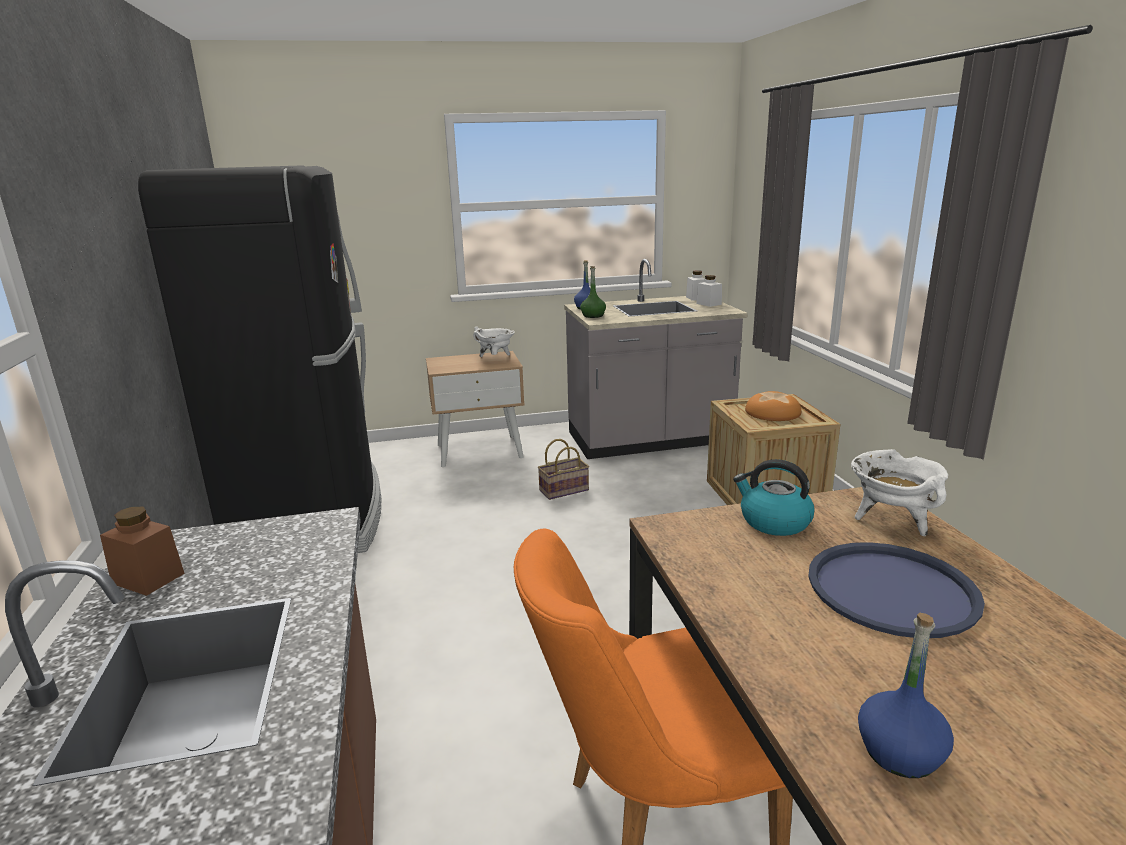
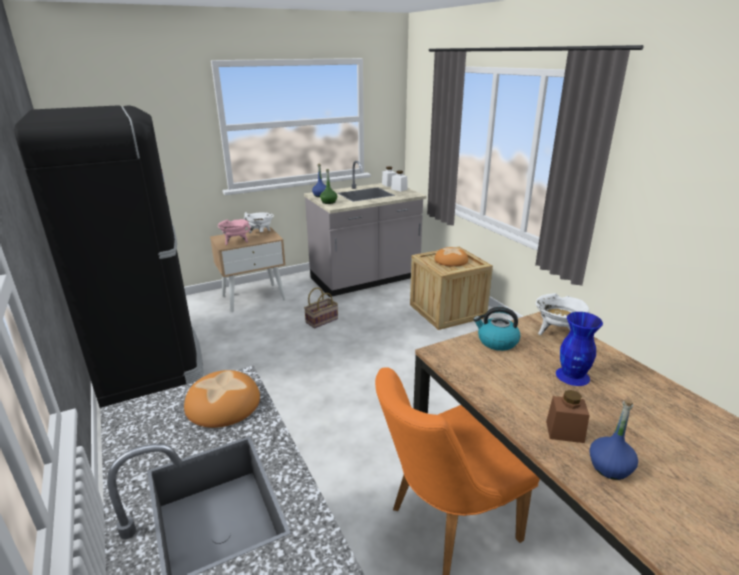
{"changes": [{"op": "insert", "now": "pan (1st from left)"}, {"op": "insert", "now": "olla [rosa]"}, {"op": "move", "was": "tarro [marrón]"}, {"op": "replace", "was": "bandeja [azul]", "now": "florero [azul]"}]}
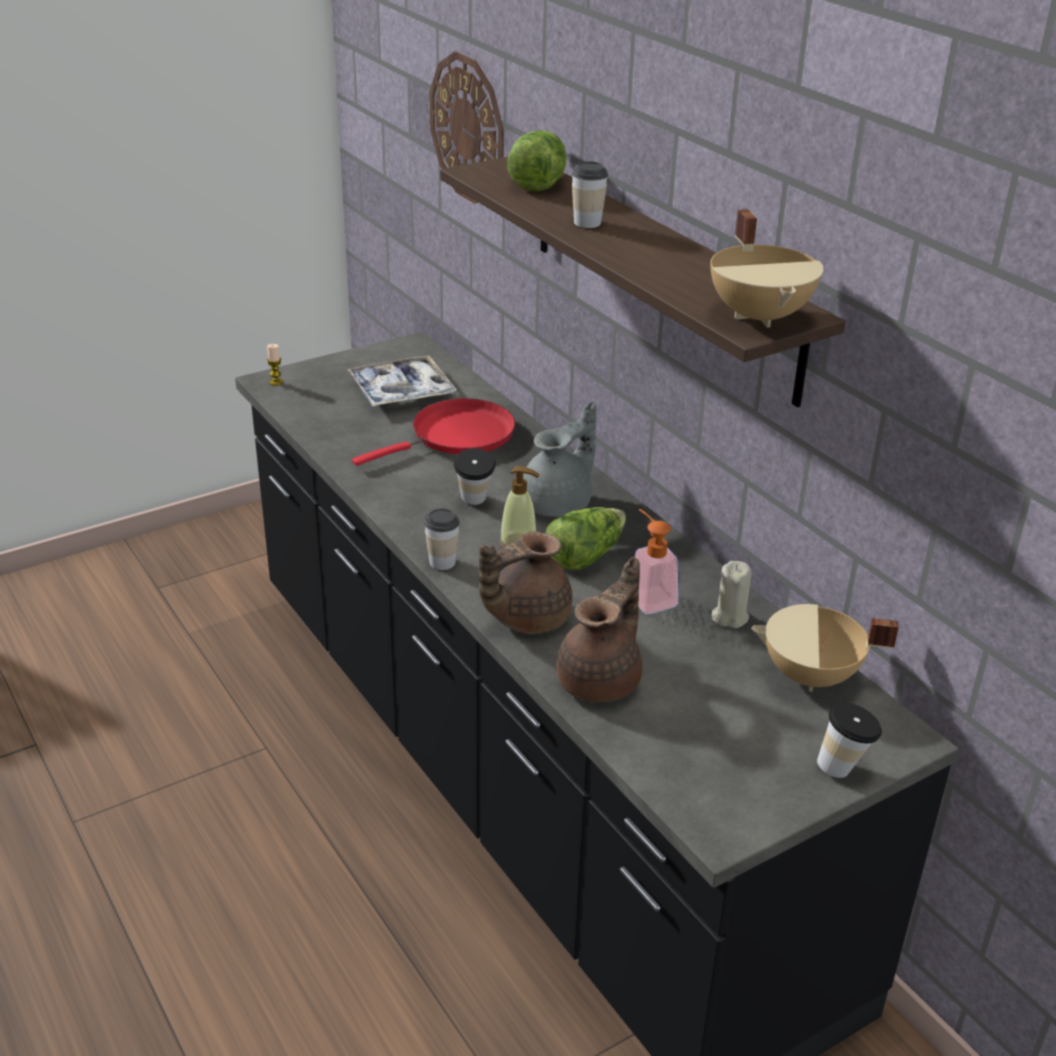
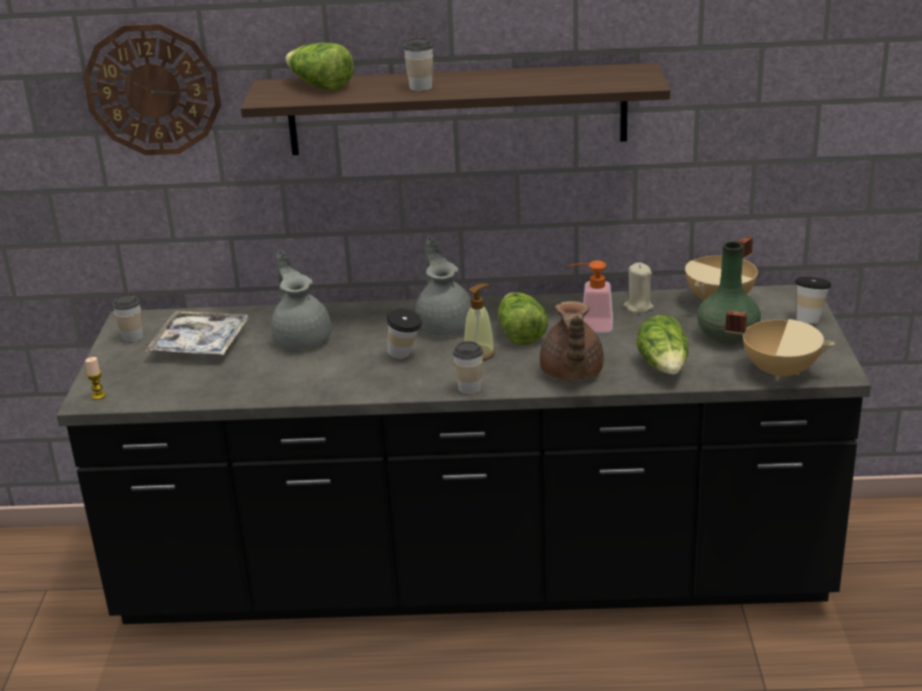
{"changes": [{"op": "insert", "now": "taza (1st from left)"}, {"op": "insert", "now": "florero [verde]"}, {"op": "move", "was": "olla [beis] (1st from left in the first image)", "now": "olla [beis] (2nd from left)"}, {"op": "replace", "was": "sartén [rojo]", "now": "tetera [gris] (1st from left)"}, {"op": "replace", "was": "tetera [marrón] (2nd from left)", "now": "lechuga (3rd from left)"}]}
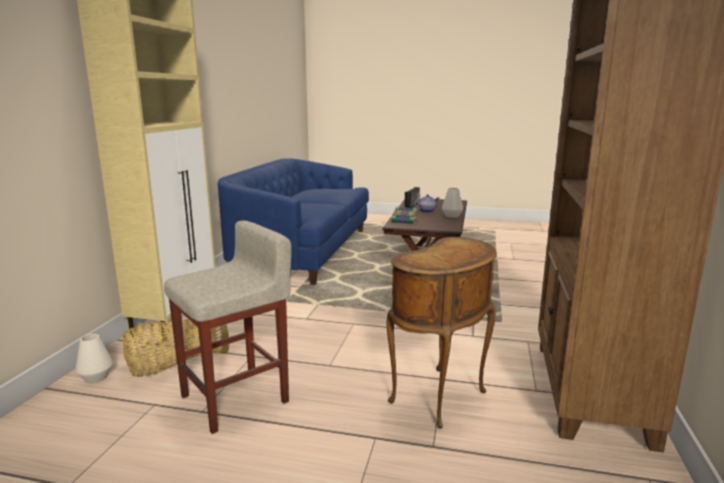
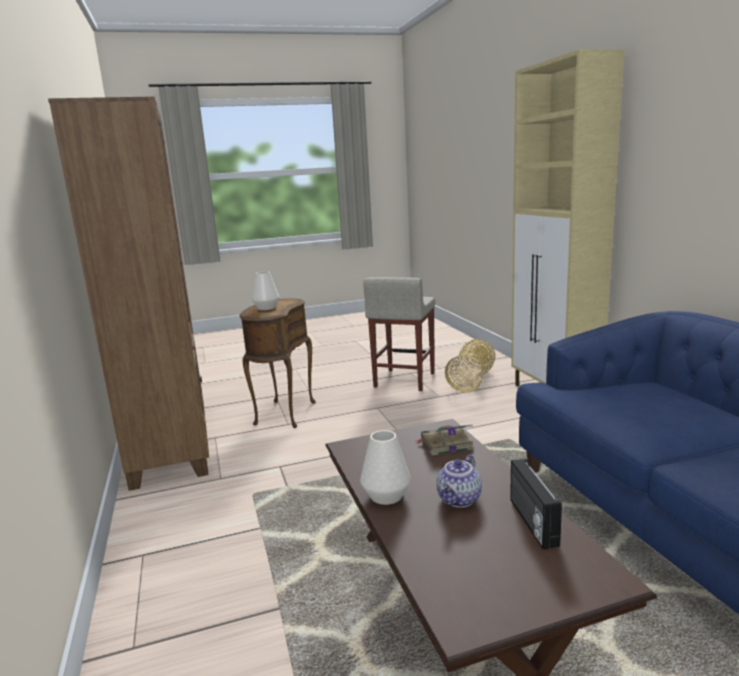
{"changes": [{"op": "move", "was": "florero [blanco] (1st from left)"}]}
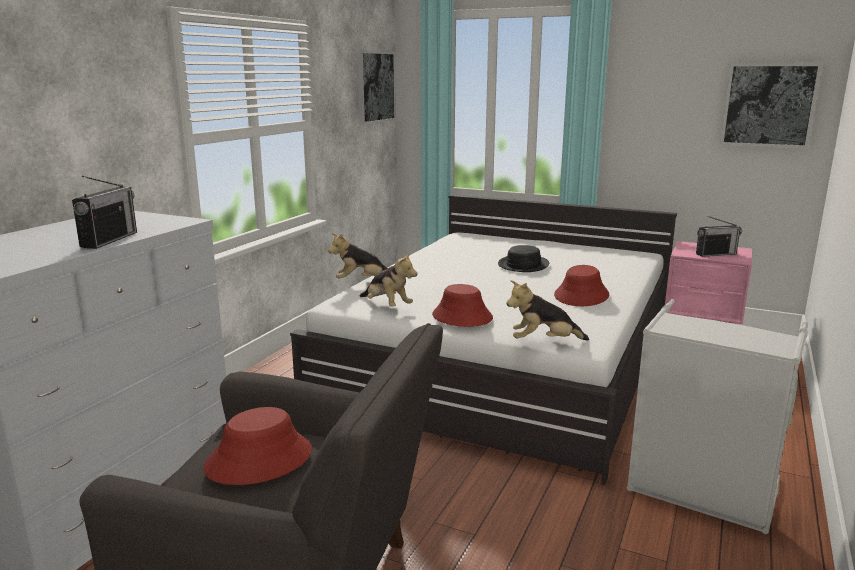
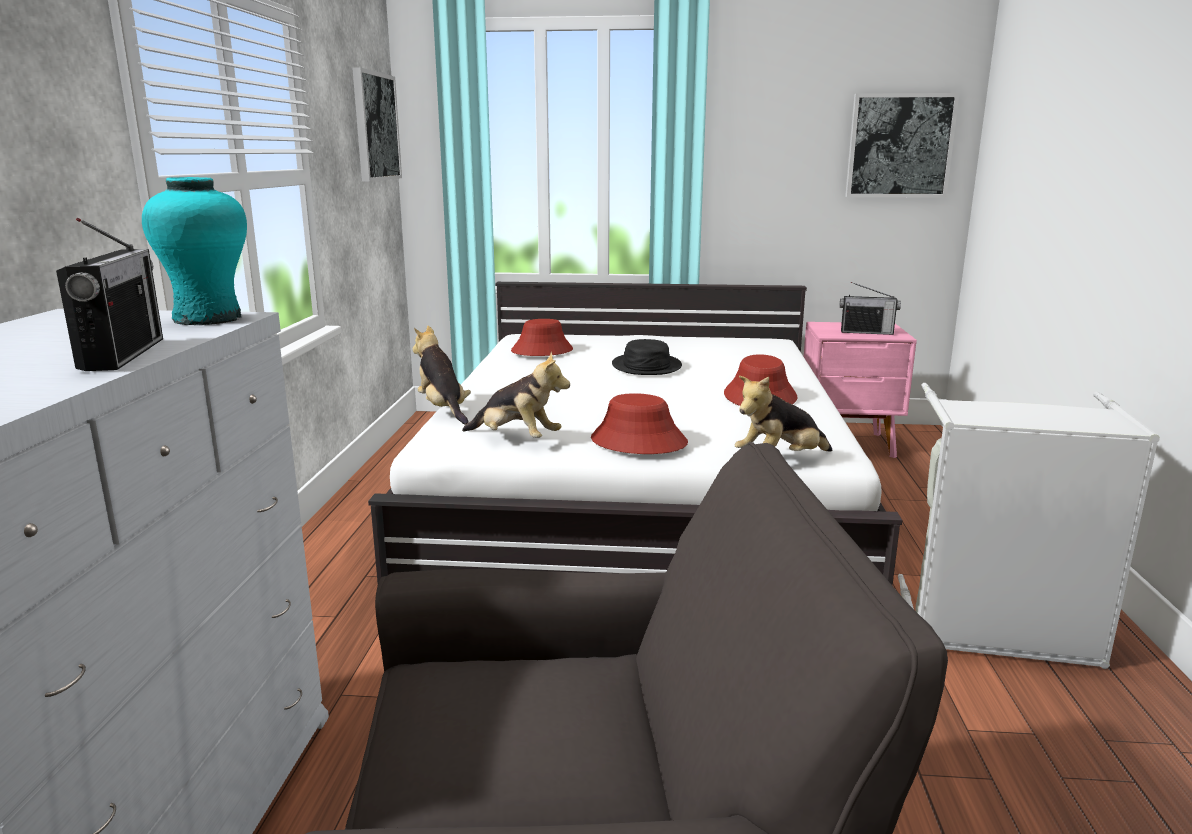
{"changes": [{"op": "insert", "now": "florero [turquesa]"}, {"op": "move", "was": "sombrero [rojo] (1st from left)"}, {"op": "rotate", "was": "peluche (1st from left)", "clockwise": 90}, {"op": "rotate", "was": "radio (2nd from left)", "clockwise": 45}]}
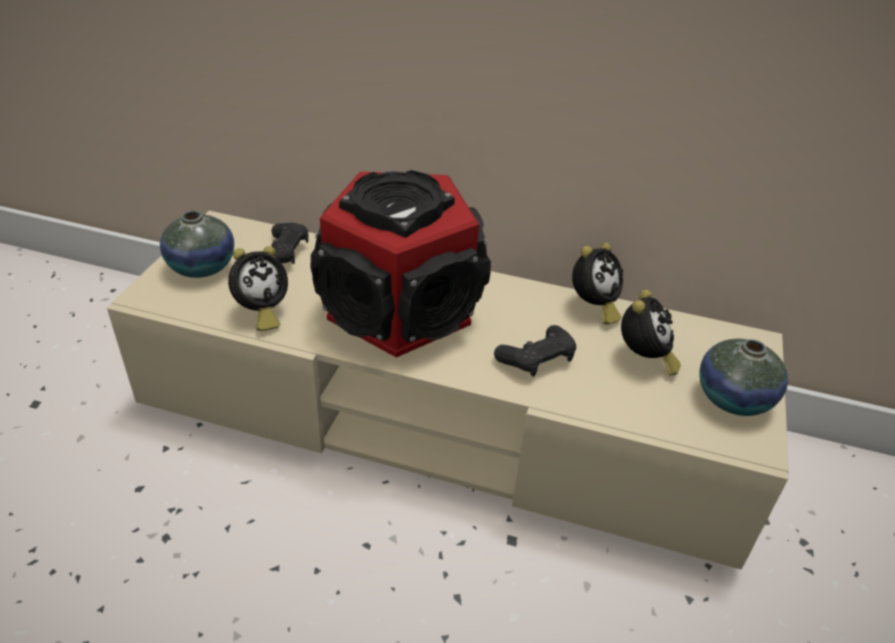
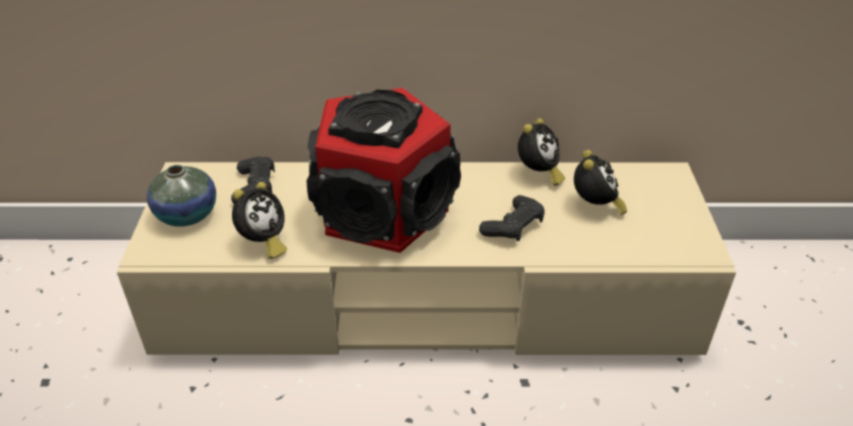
{"changes": [{"op": "delete", "was": "florero (2nd from left)"}]}
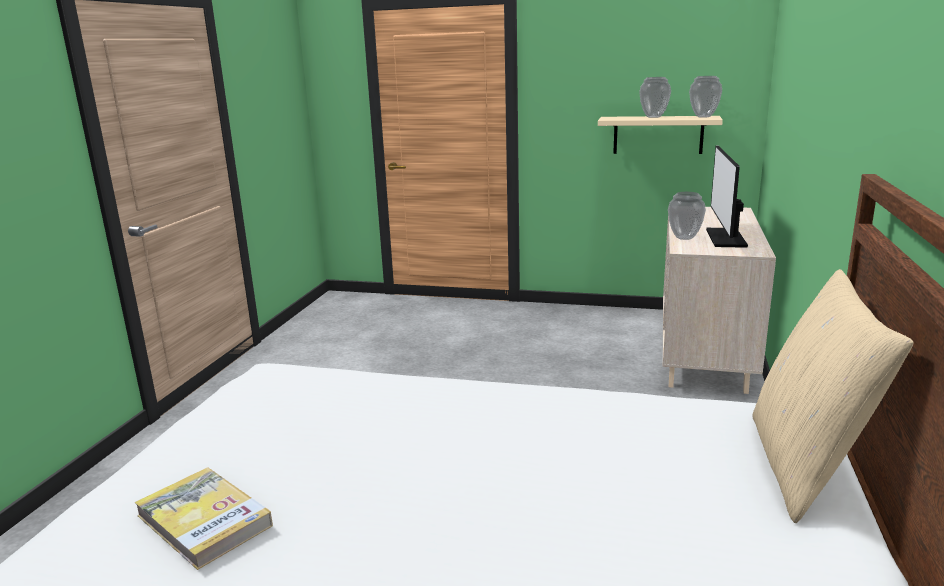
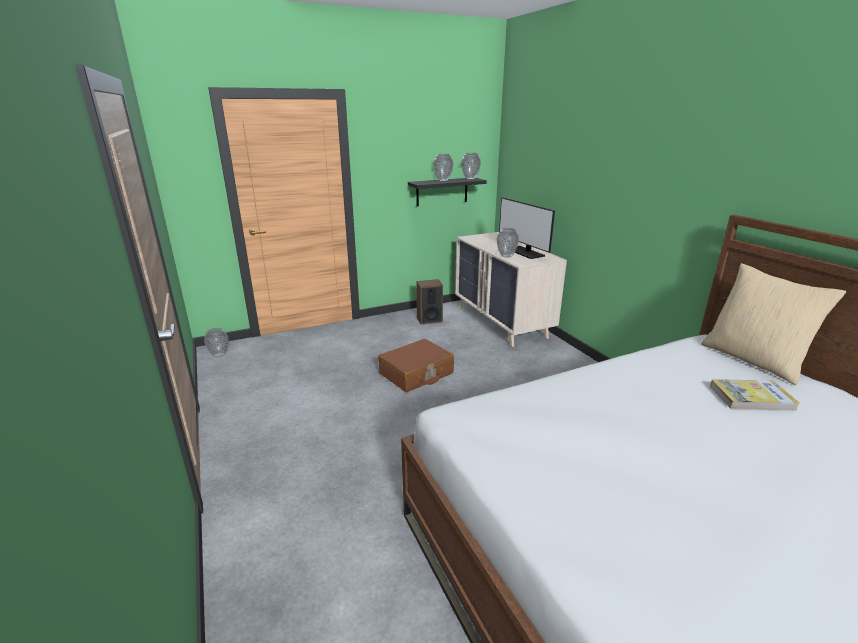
{"changes": [{"op": "insert", "now": "florero (1st from left)"}, {"op": "insert", "now": "maleta [marrón]"}, {"op": "insert", "now": "altavoz"}, {"op": "move", "was": "libro"}, {"op": "recolor", "was": "estante [beis]", "now": "estante [negro]"}]}
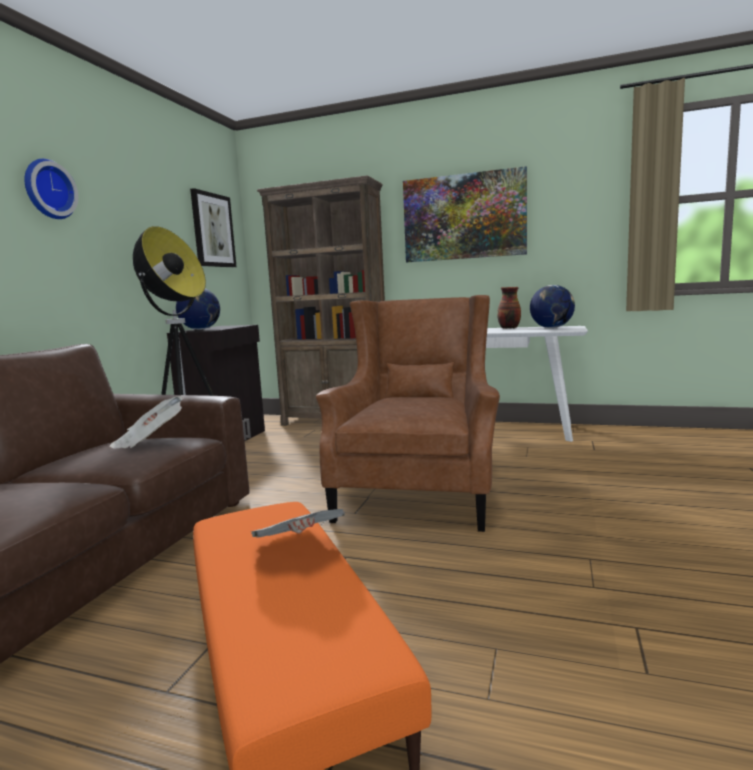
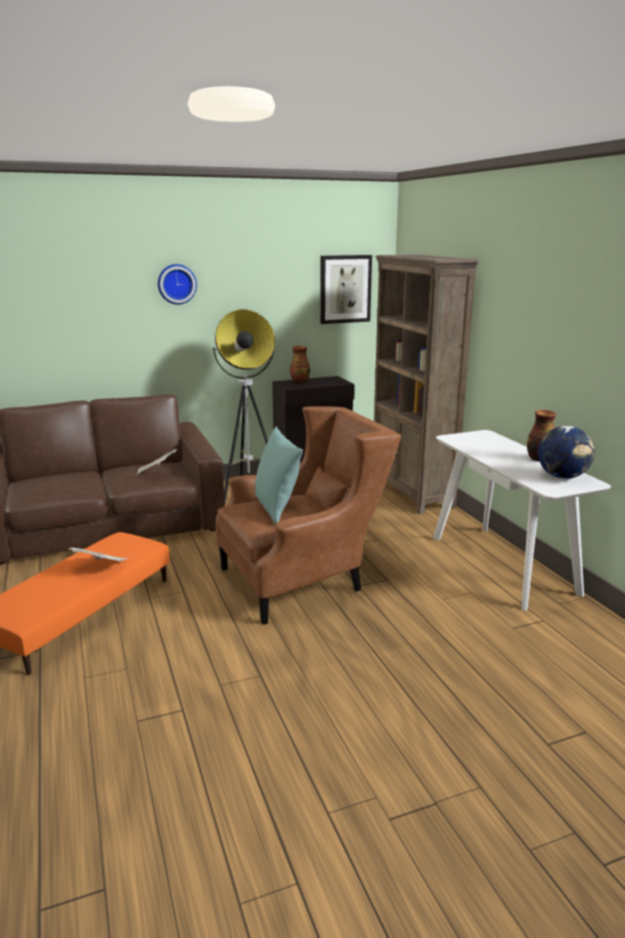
{"changes": [{"op": "delete", "was": "cuadro (2nd from left)"}, {"op": "insert", "now": "cojín [turquesa]"}, {"op": "replace", "was": "globo terráqueo (1st from left)", "now": "florero (1st from left)"}]}
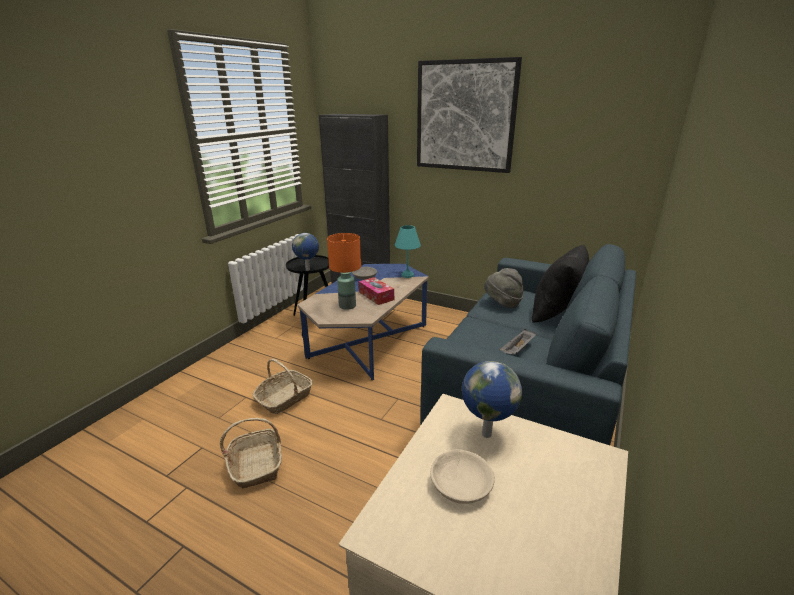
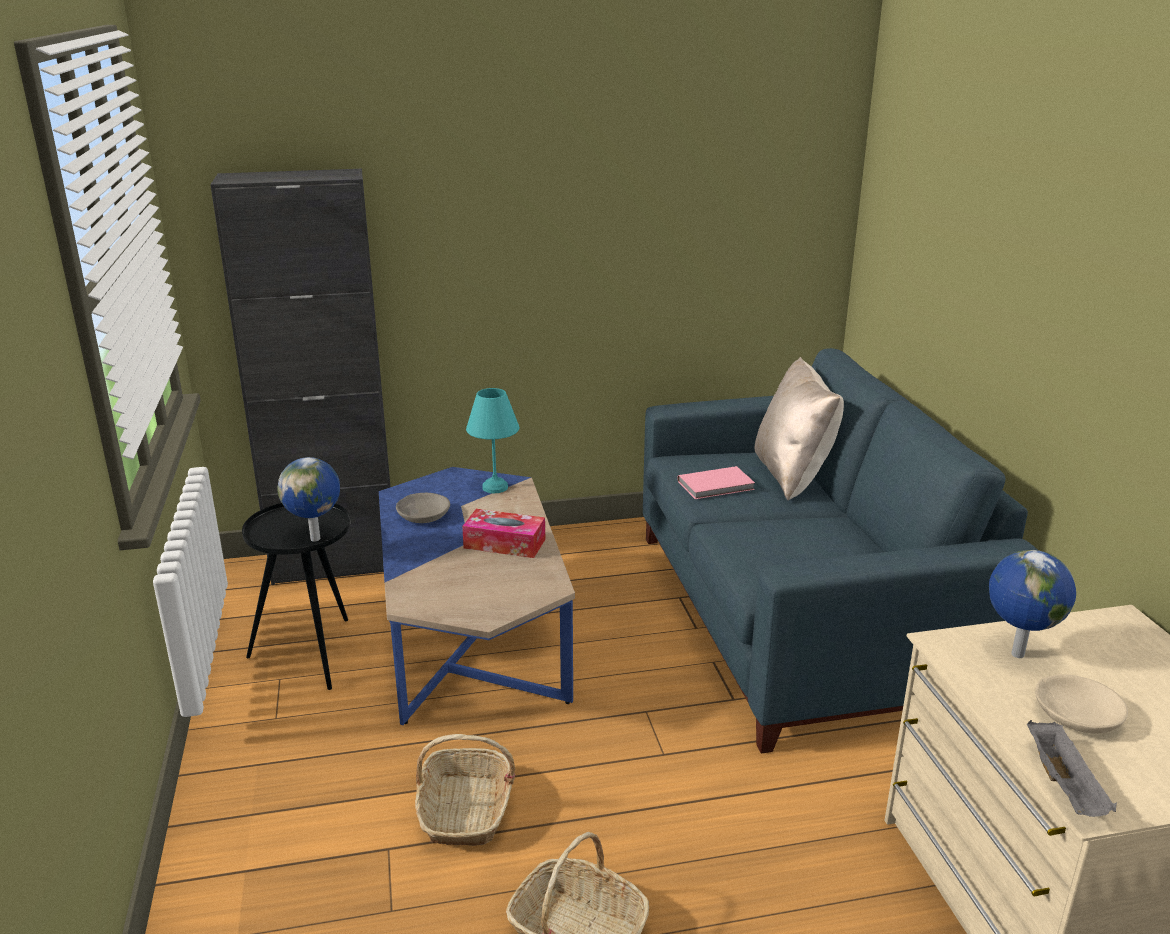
{"changes": [{"op": "delete", "was": "lámpara de mesa [naranja]"}, {"op": "delete", "was": "cuadro"}, {"op": "move", "was": "bandeja [gris]"}, {"op": "replace", "was": "sombrero [gris]", "now": "libro [rosa]"}, {"op": "recolor", "was": "cojín [negro]", "now": "cojín [beis]"}]}
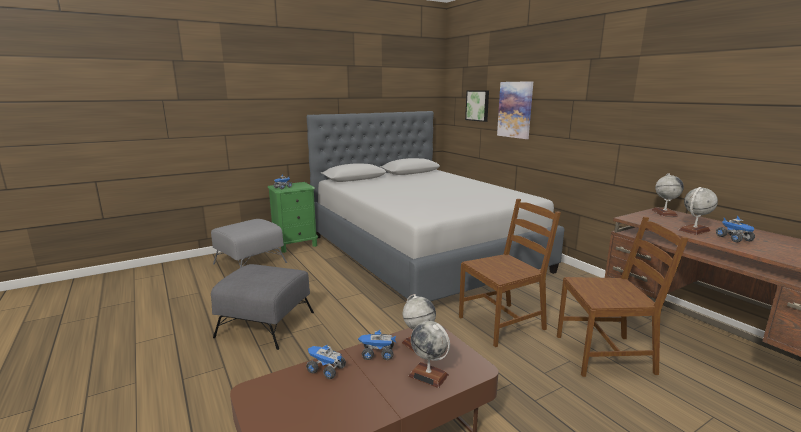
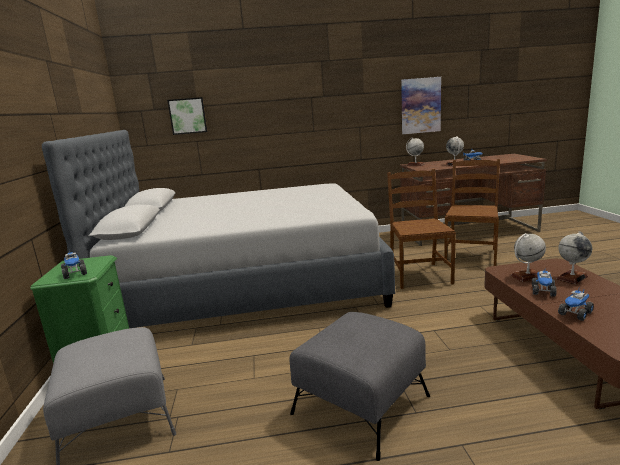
{"changes": [{"op": "move", "was": "cuadro (2nd from left)"}]}
